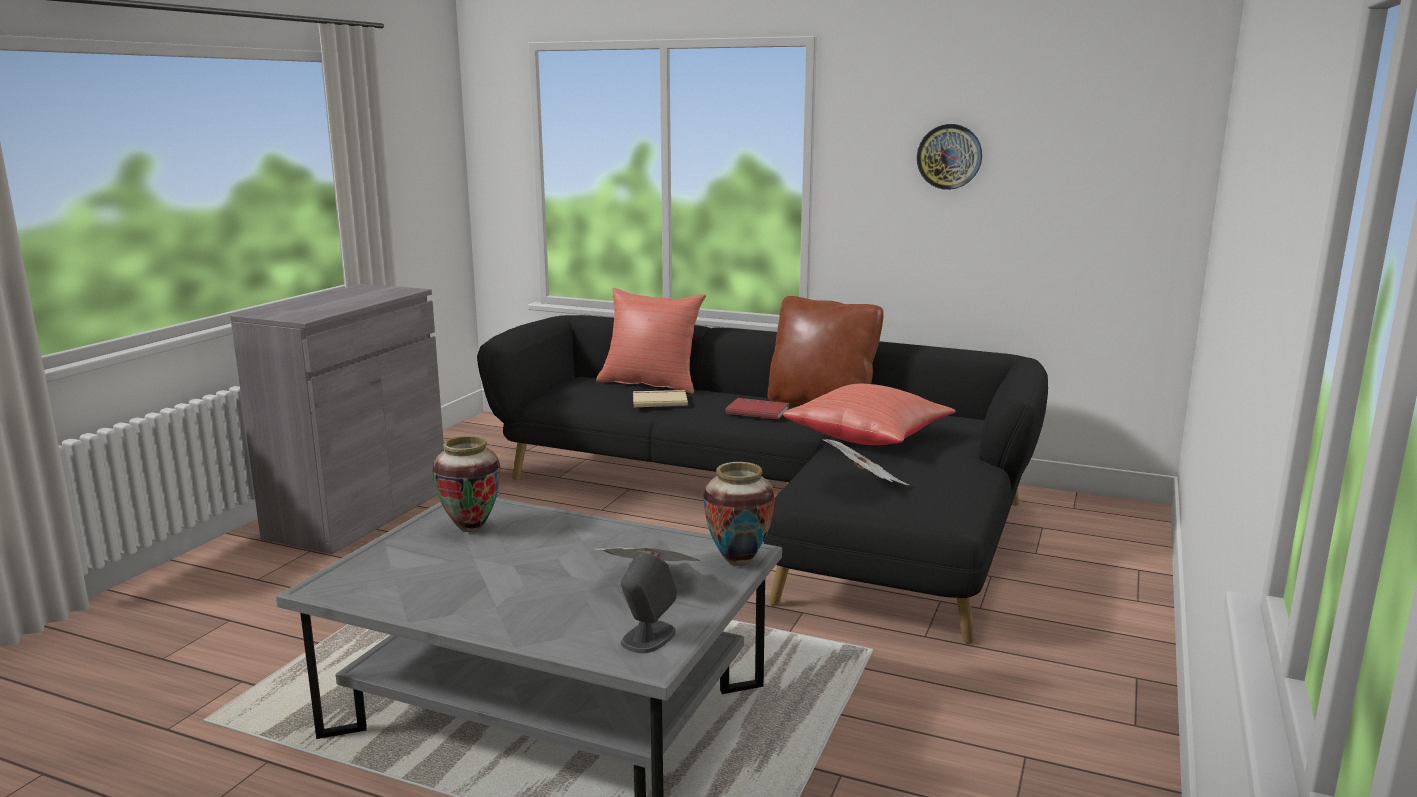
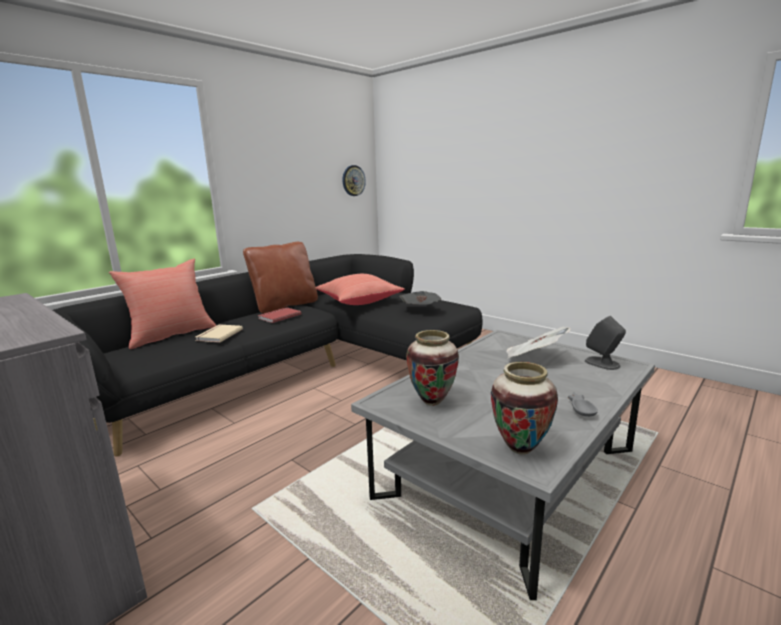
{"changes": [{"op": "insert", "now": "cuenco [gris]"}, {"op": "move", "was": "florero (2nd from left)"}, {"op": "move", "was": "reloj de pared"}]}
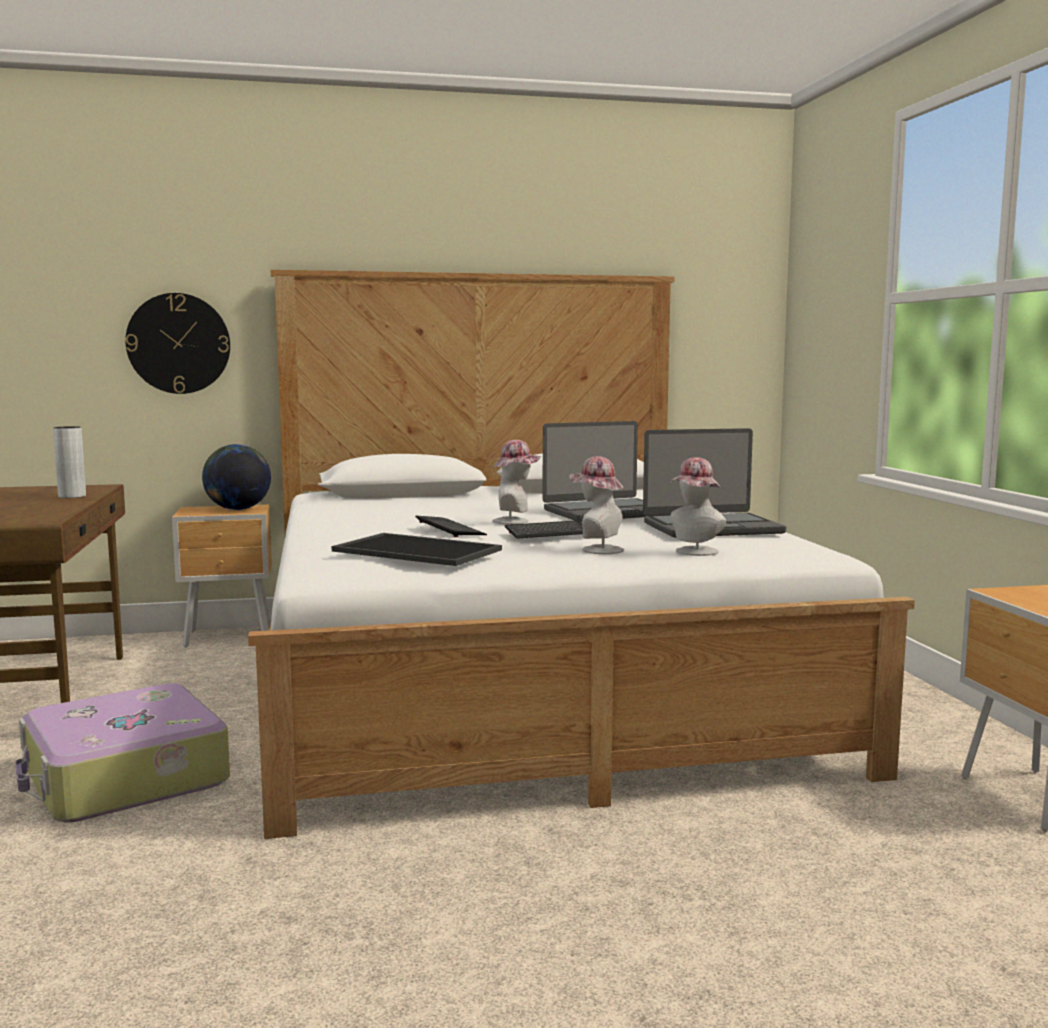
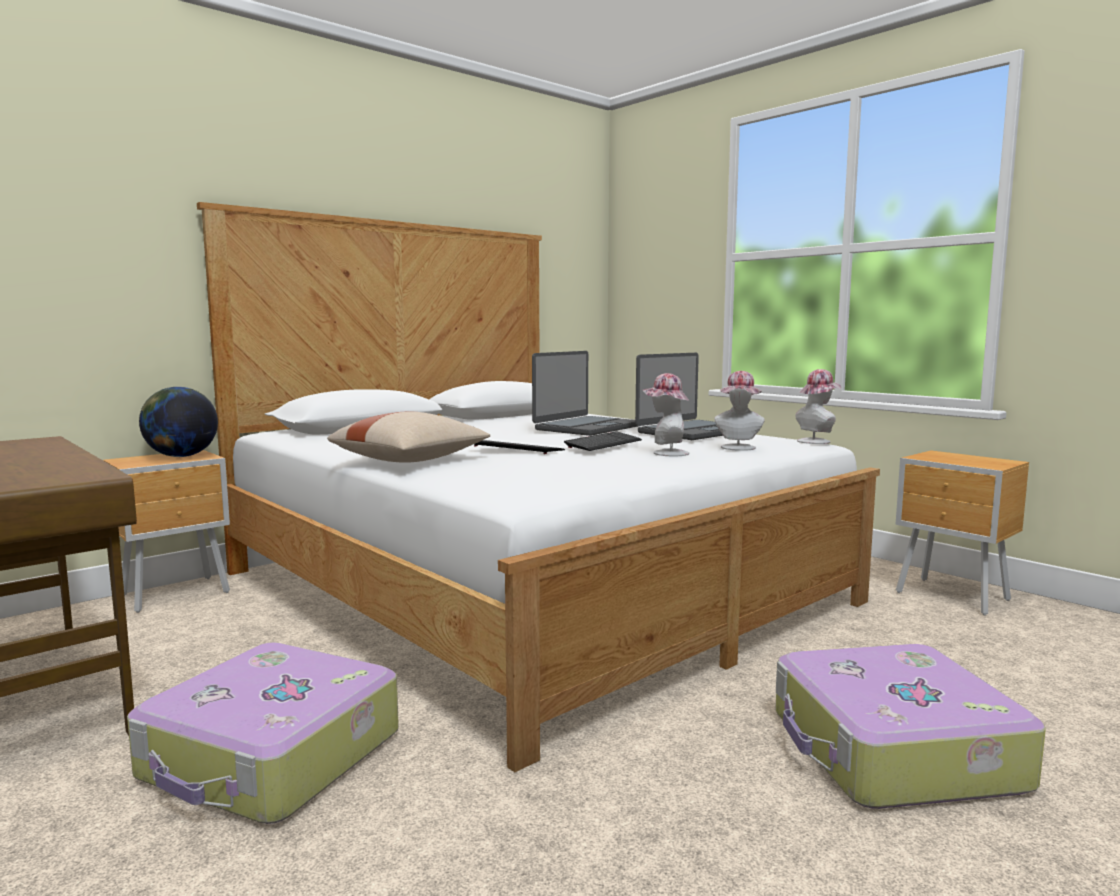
{"changes": [{"op": "delete", "was": "florero [gris]"}, {"op": "delete", "was": "reloj de pared"}, {"op": "delete", "was": "bandeja"}, {"op": "insert", "now": "cojín [beis]"}, {"op": "insert", "now": "maleta (2nd from left)"}, {"op": "move", "was": "sombrero (1st from left in the first image)", "now": "sombrero (3rd from left)"}]}
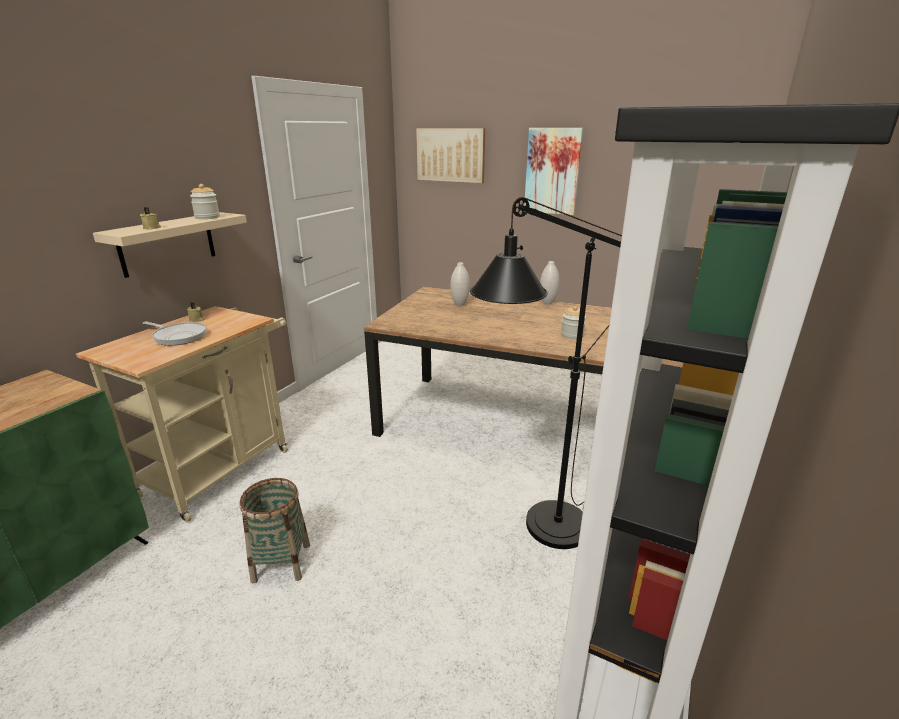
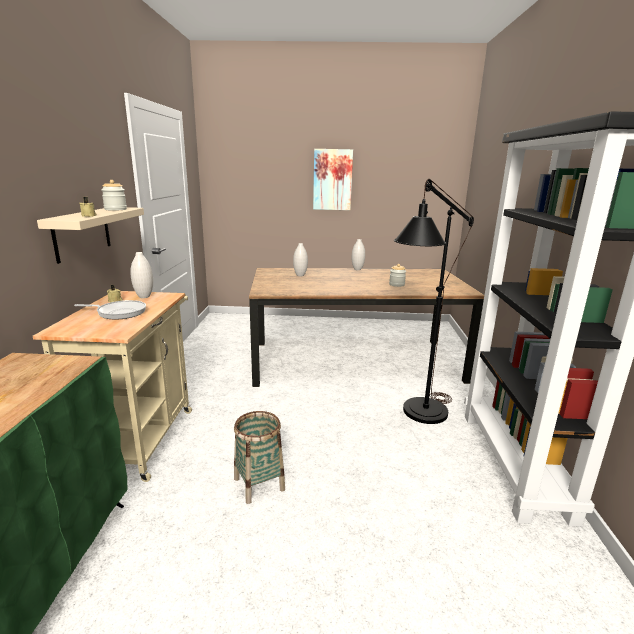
{"changes": [{"op": "delete", "was": "cuadro (1st from left)"}, {"op": "insert", "now": "florero [blanco] (1st from left)"}]}
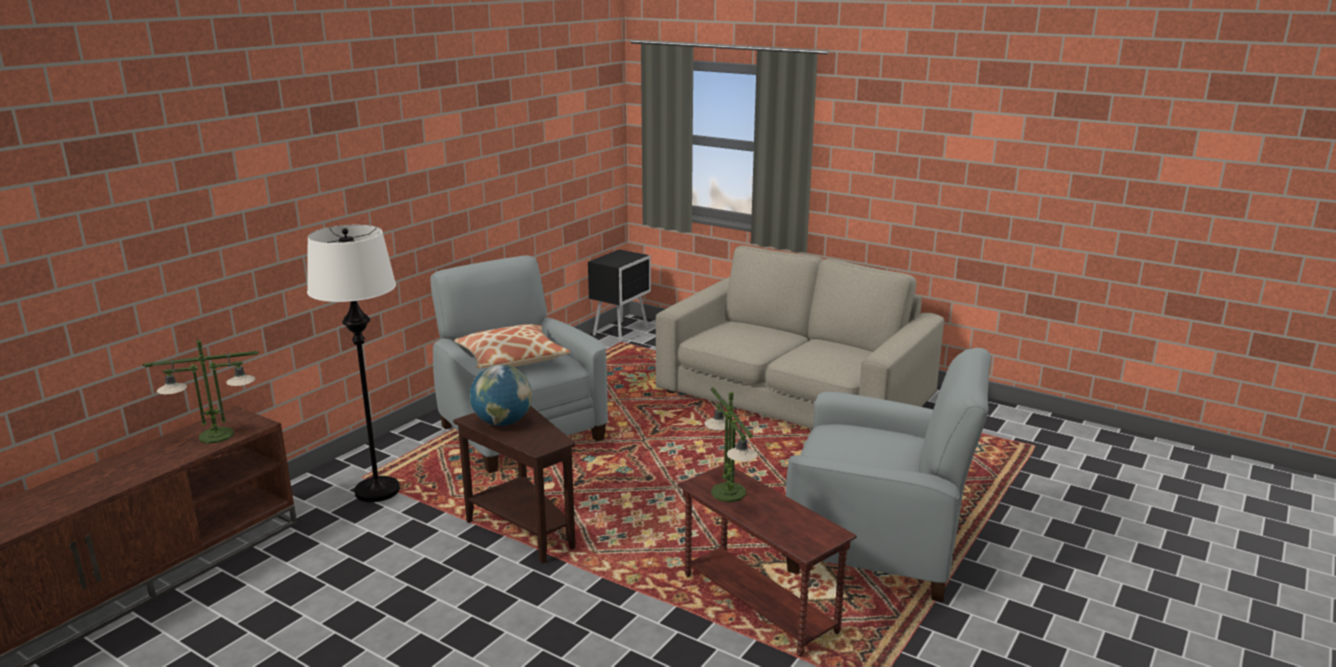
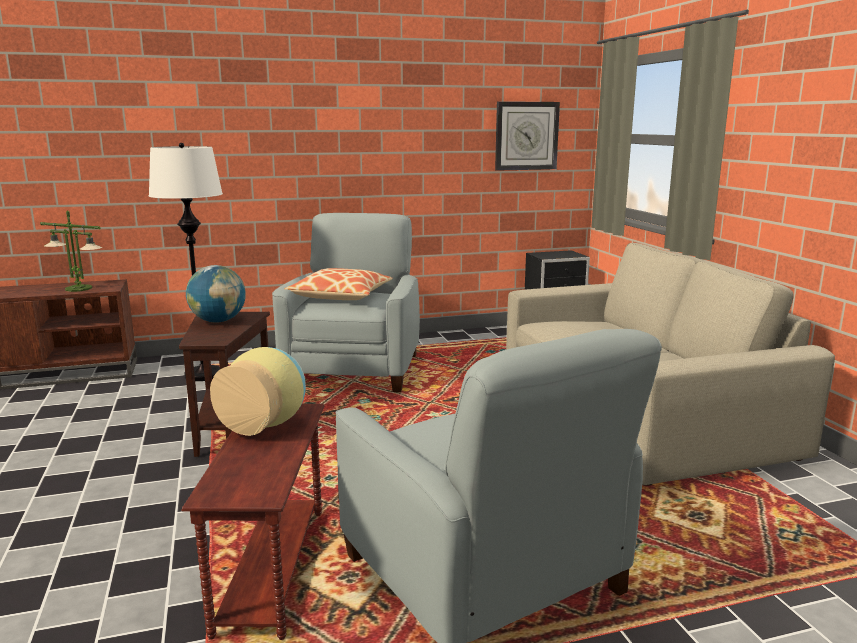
{"changes": [{"op": "insert", "now": "reloj de pared"}, {"op": "replace", "was": "lámpara de mesa (2nd from left)", "now": "florero"}]}
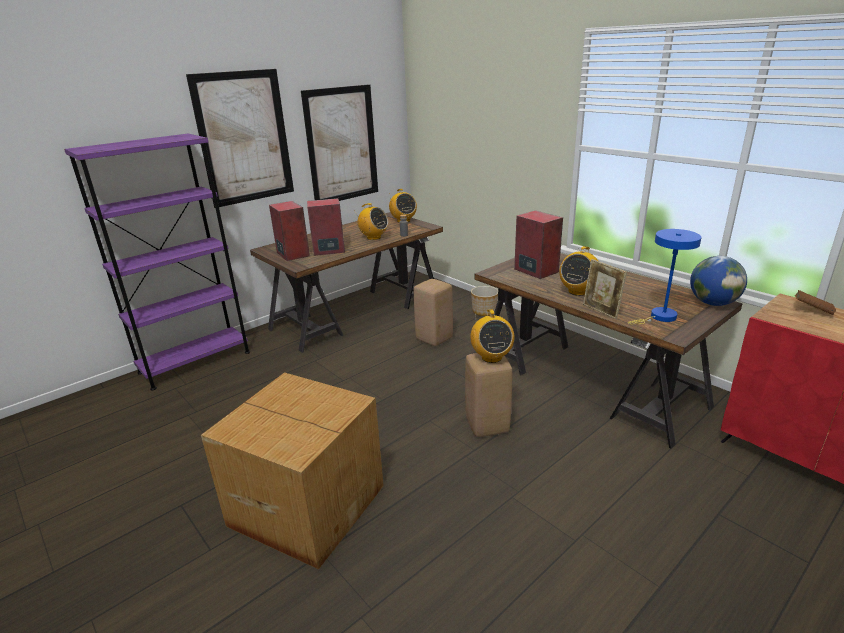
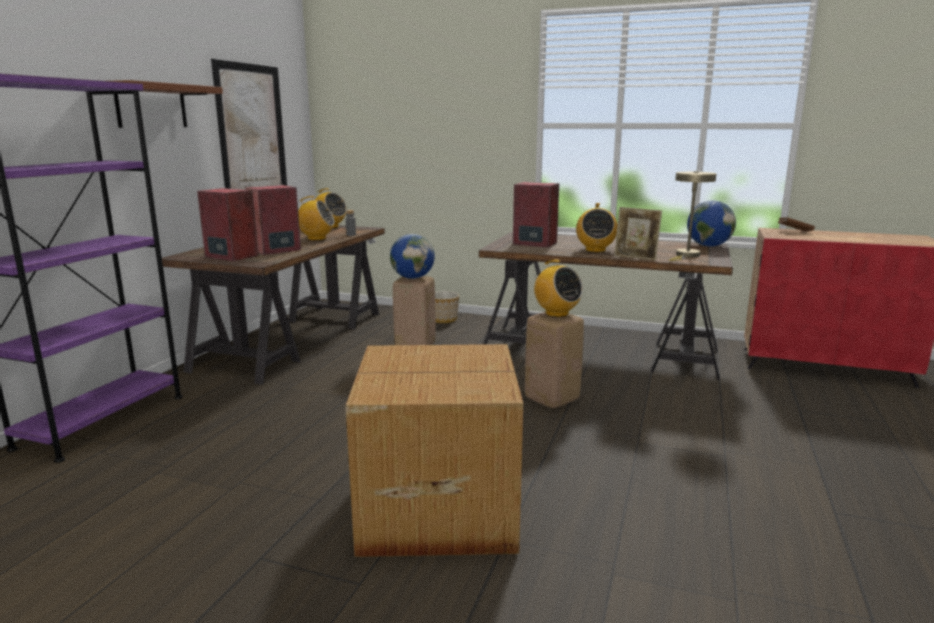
{"changes": [{"op": "insert", "now": "globo terráqueo (1st from left)"}, {"op": "replace", "was": "cuadro (1st from left)", "now": "estante [marrón]"}, {"op": "recolor", "was": "lámpara de mesa [azul]", "now": "lámpara de mesa [beis]"}]}
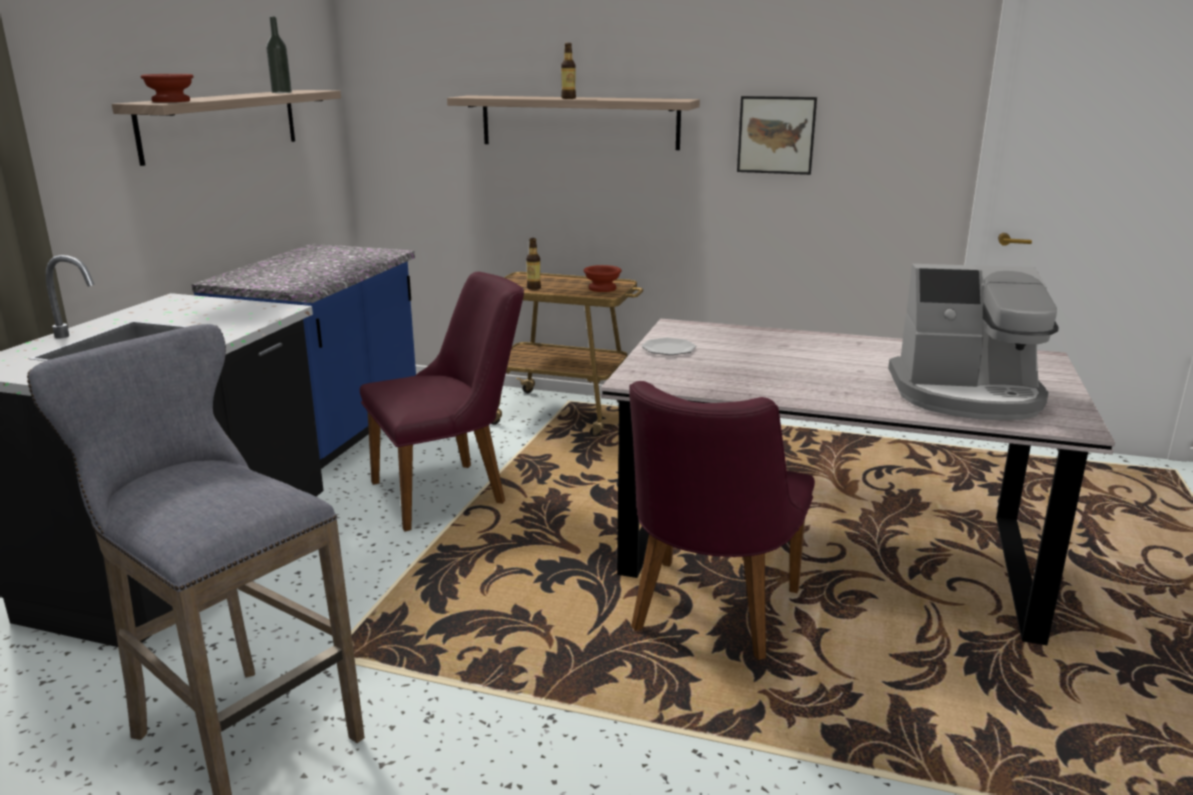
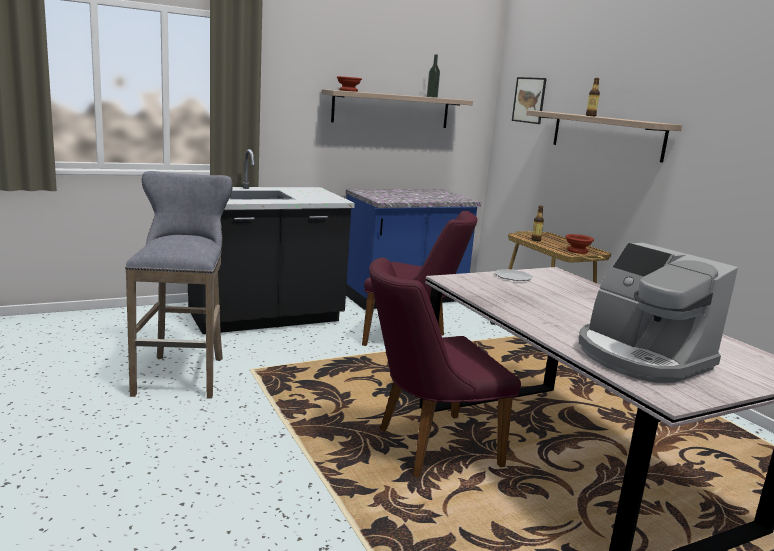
{"changes": [{"op": "move", "was": "cuadro"}]}
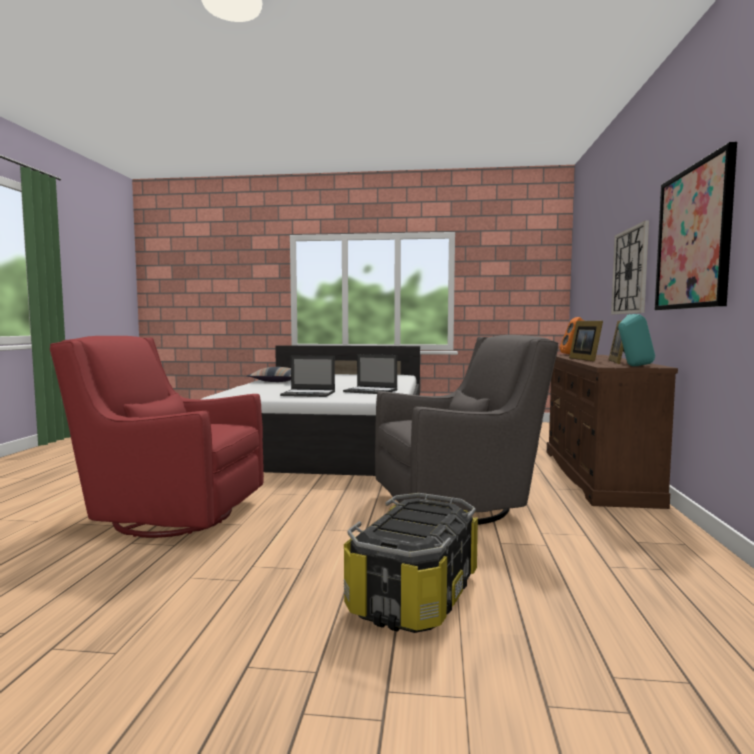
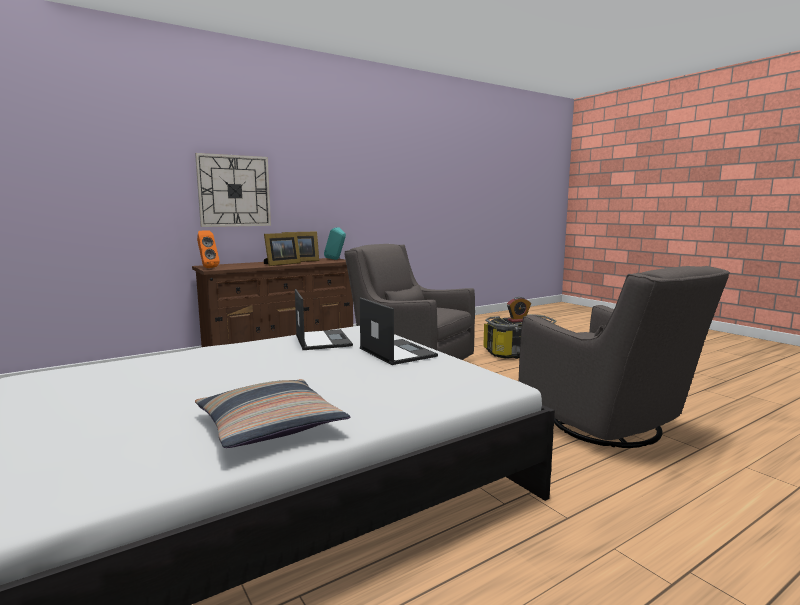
{"changes": [{"op": "delete", "was": "cuadro"}, {"op": "insert", "now": "despertador"}, {"op": "recolor", "was": "sillón [rojo]", "now": "sillón [gris] (2nd from left)"}]}
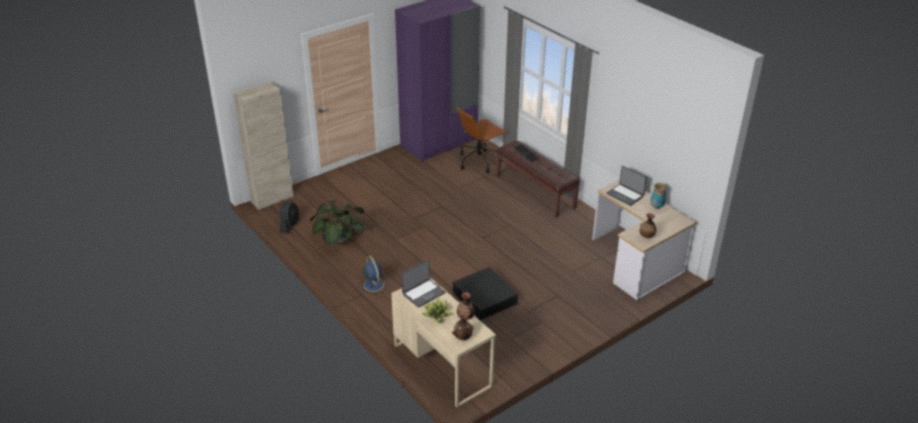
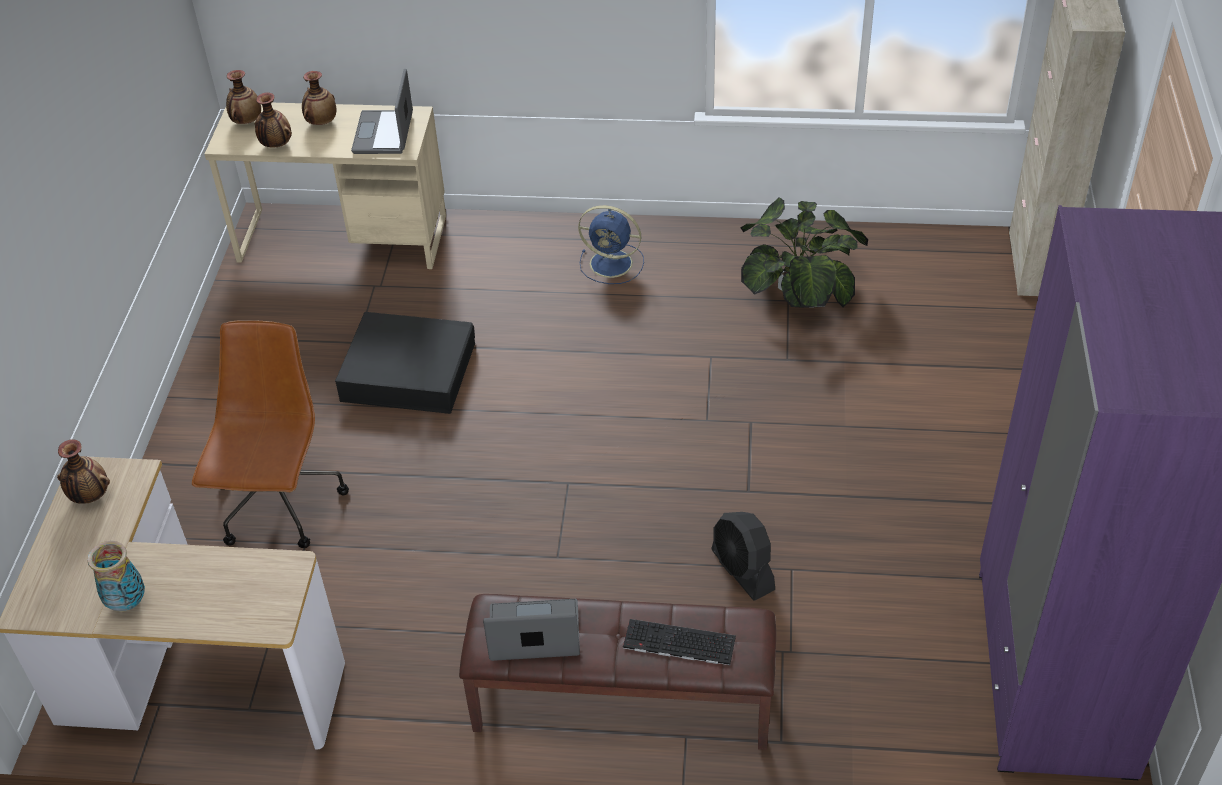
{"changes": [{"op": "move", "was": "ventilador [negro]"}, {"op": "move", "was": "silla de oficina [marrón]"}, {"op": "move", "was": "portátil (2nd from left)"}, {"op": "replace", "was": "planta en maceta (2nd from left)", "now": "florero (5th from left)"}]}
